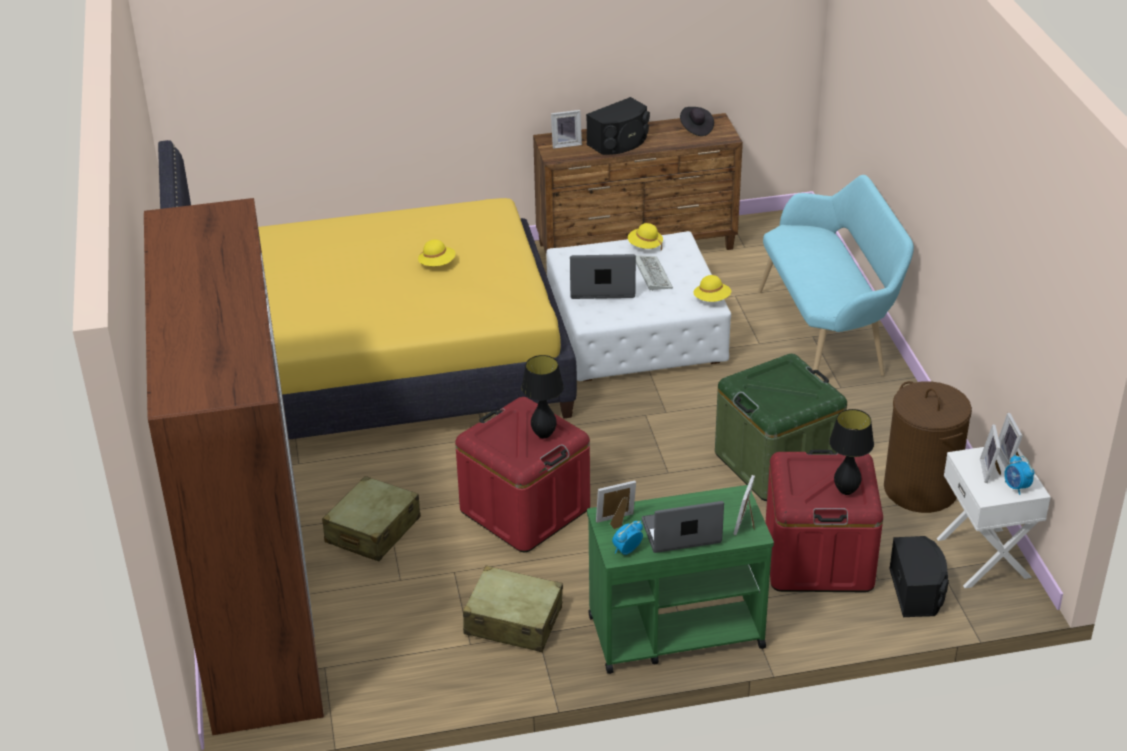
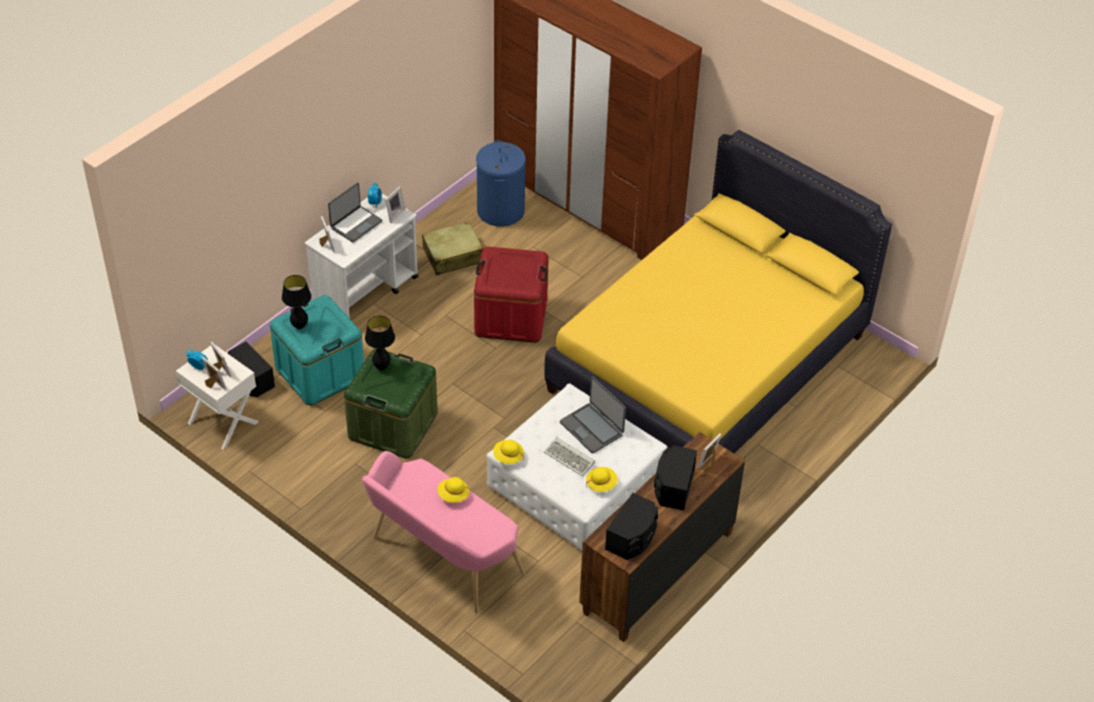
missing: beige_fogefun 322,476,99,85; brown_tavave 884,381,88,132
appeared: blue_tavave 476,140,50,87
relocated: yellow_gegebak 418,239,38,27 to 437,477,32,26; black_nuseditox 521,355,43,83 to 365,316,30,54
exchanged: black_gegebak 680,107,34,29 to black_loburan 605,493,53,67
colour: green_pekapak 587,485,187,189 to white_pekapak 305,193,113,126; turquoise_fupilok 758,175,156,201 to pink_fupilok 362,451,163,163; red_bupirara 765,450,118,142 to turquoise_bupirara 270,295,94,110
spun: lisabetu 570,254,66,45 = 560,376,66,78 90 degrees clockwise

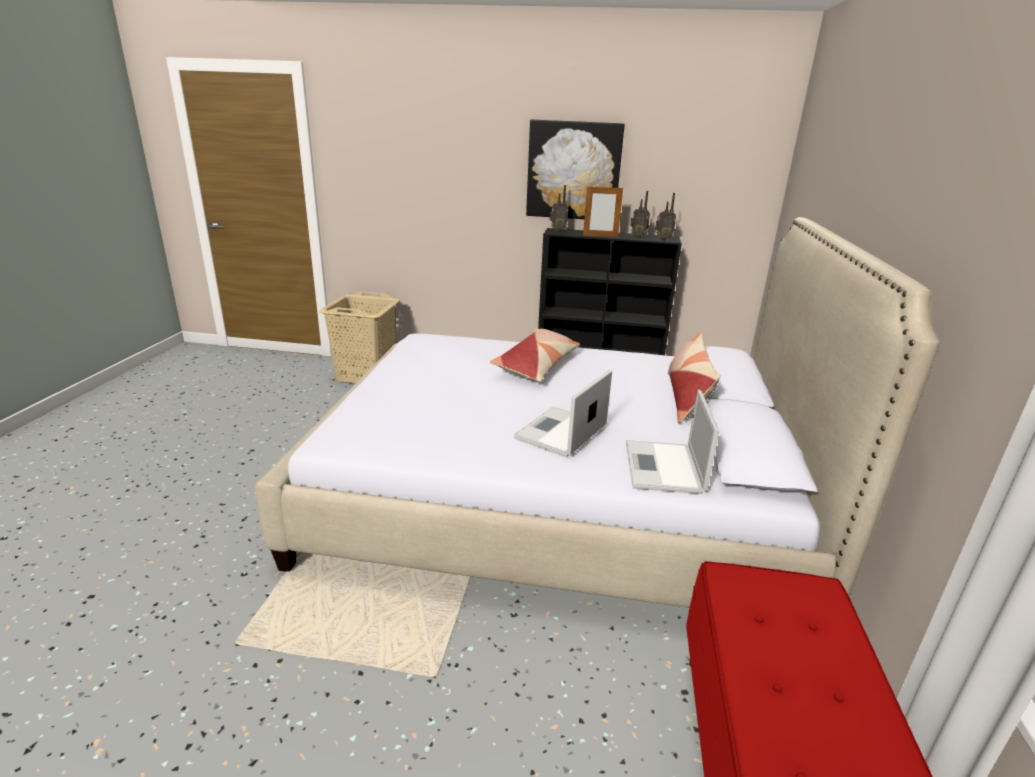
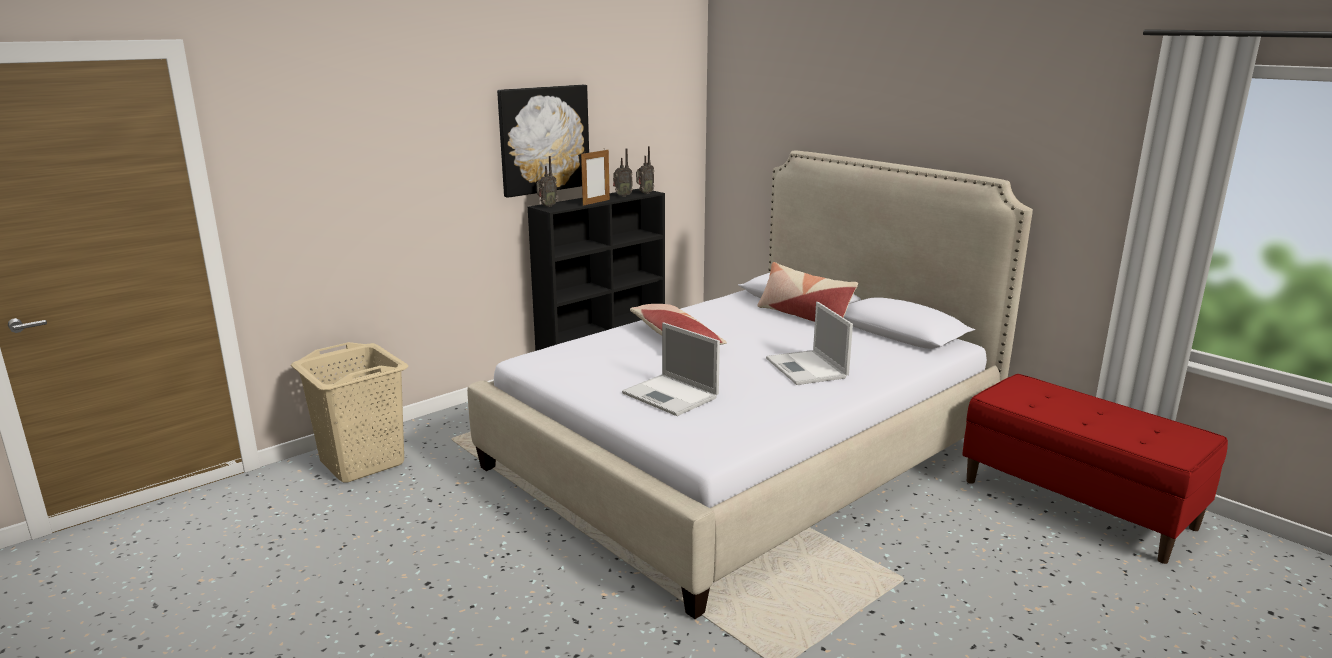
relocated: lisabetu 626,390,93,104 to 622,322,98,94

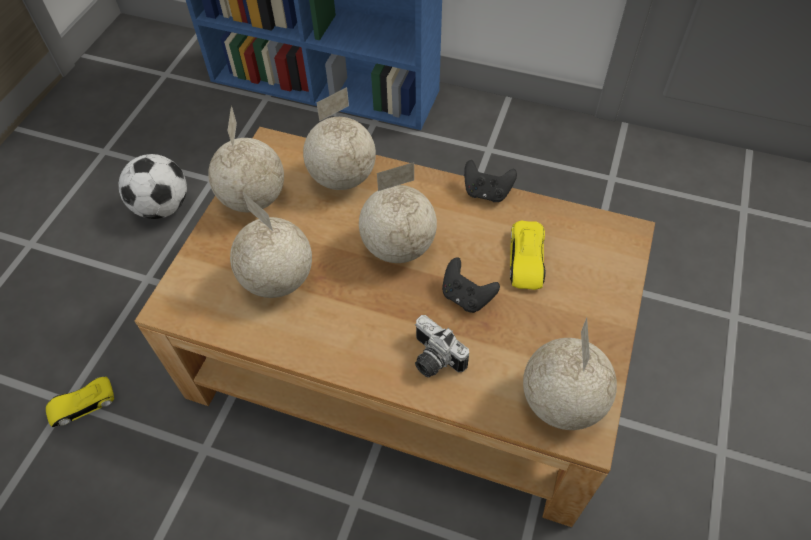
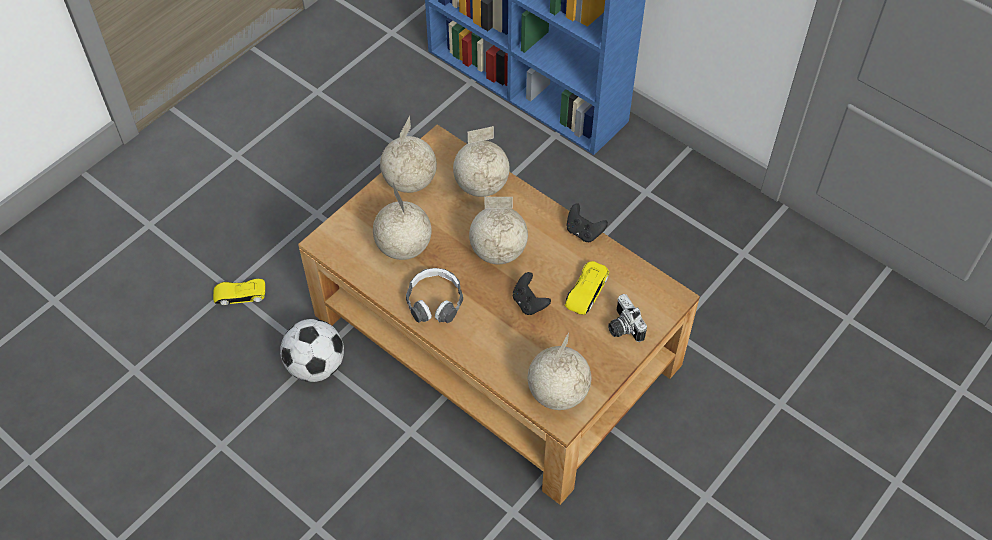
appeared: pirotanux 406,268,57,55
relocated: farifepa 119,154,68,65 to 280,319,64,63; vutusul 415,315,54,62 to 608,294,39,48

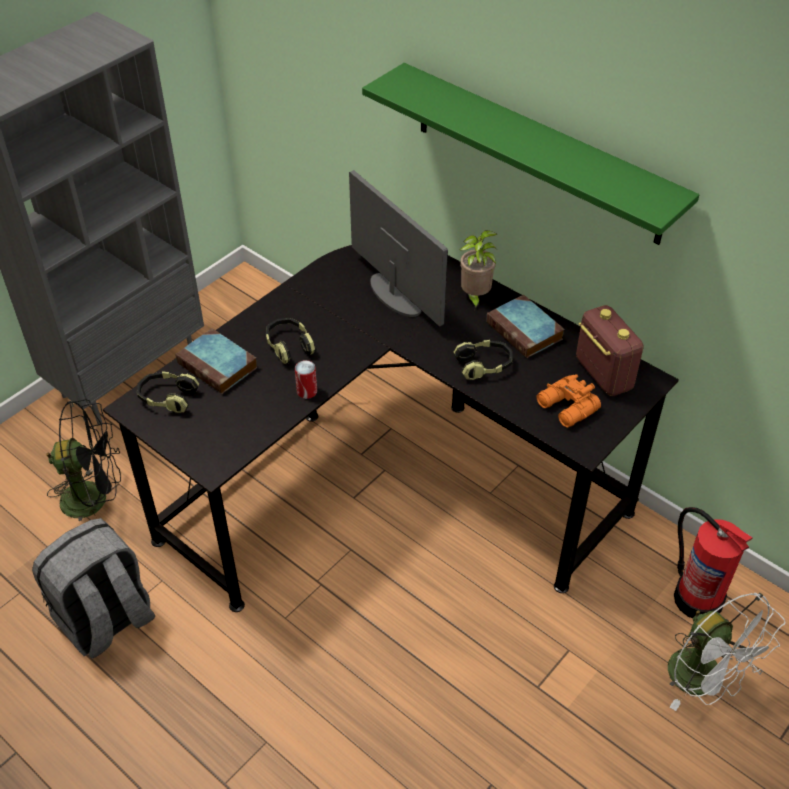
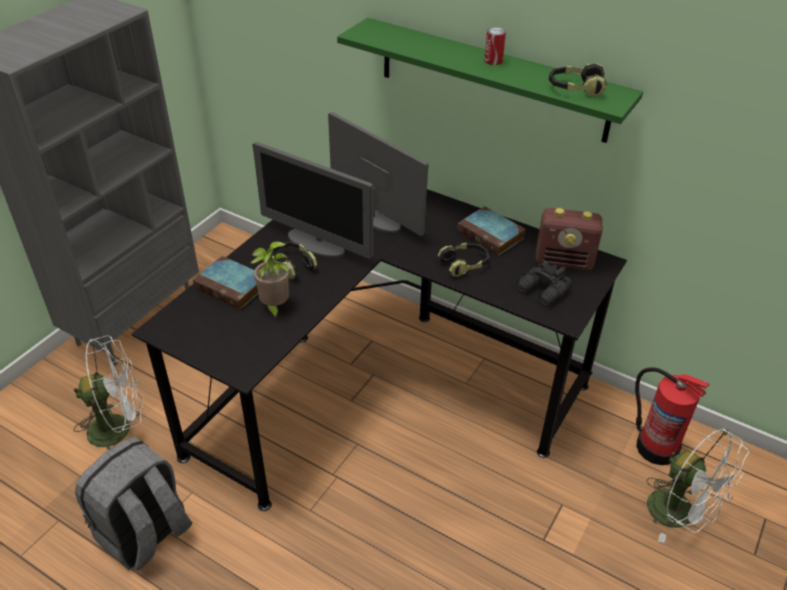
appeared: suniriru 253,142,120,117
relocated: pirotanux 136,371,63,42 to 549,62,58,35; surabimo 295,360,22,39 to 484,27,22,38; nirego 459,230,39,81 to 251,241,38,79
colour: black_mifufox 46,399,75,122 to white_mifufox 73,335,70,114; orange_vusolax 537,374,64,54 to black_vusolax 516,261,56,45
spun: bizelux 576,305,68,91 = 536,208,67,62 135 degrees clockwise

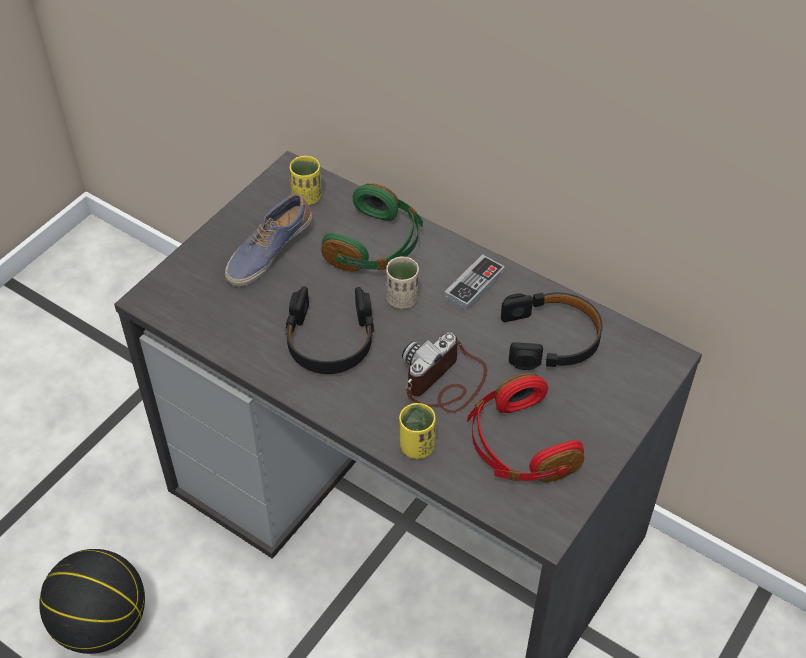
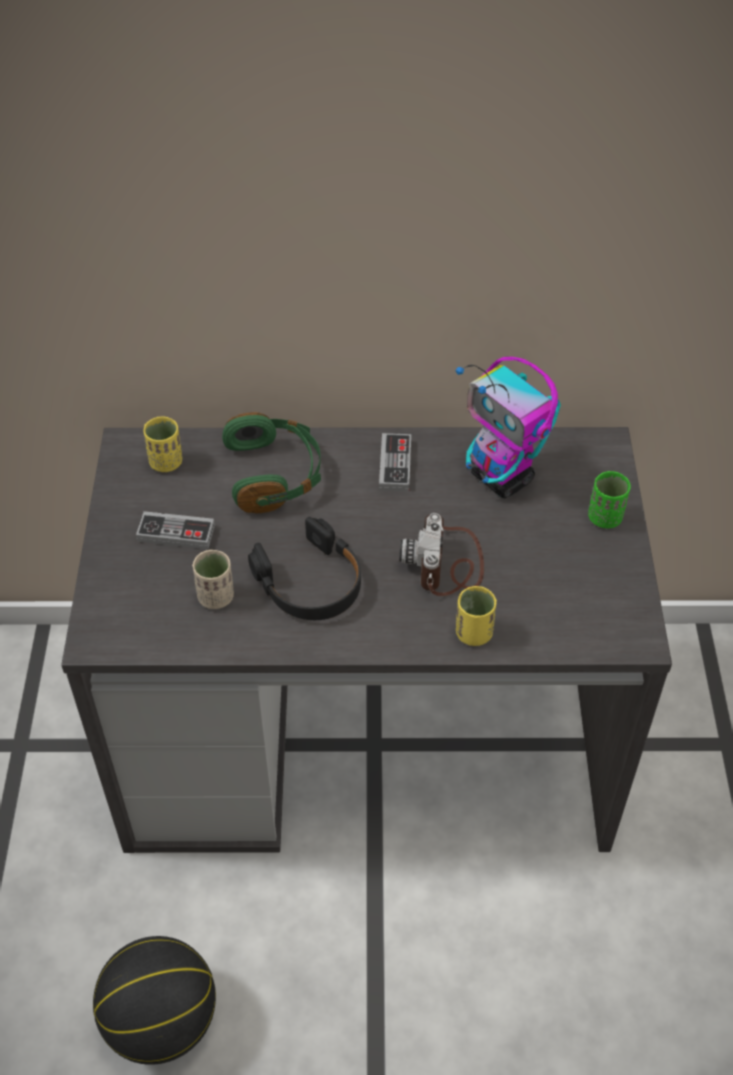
missing: red_pirotanux 467,373,117,109
appeared: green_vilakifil 588,471,43,58
relocated: beige_vilakifil 386,257,33,52 to 192,550,42,59
exchanged: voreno 225,193,87,94 to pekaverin 136,511,79,38; black_pirotanux 501,292,101,78 to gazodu 456,357,105,141

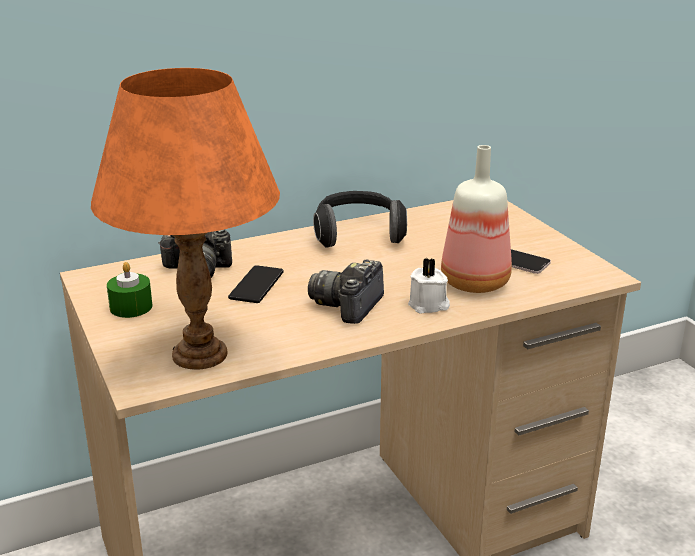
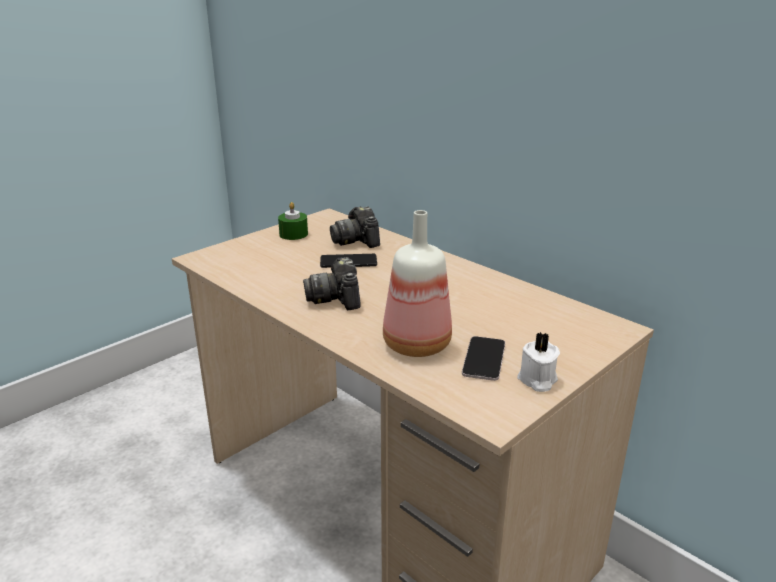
missing: orange_nuseditox 91,68,189,302; pirotanux 313,191,94,57
relocated: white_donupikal 408,258,42,56 to 517,332,43,60
spun: vutusul 308,260,76,64 = 303,257,58,53 105 degrees counterclockwise

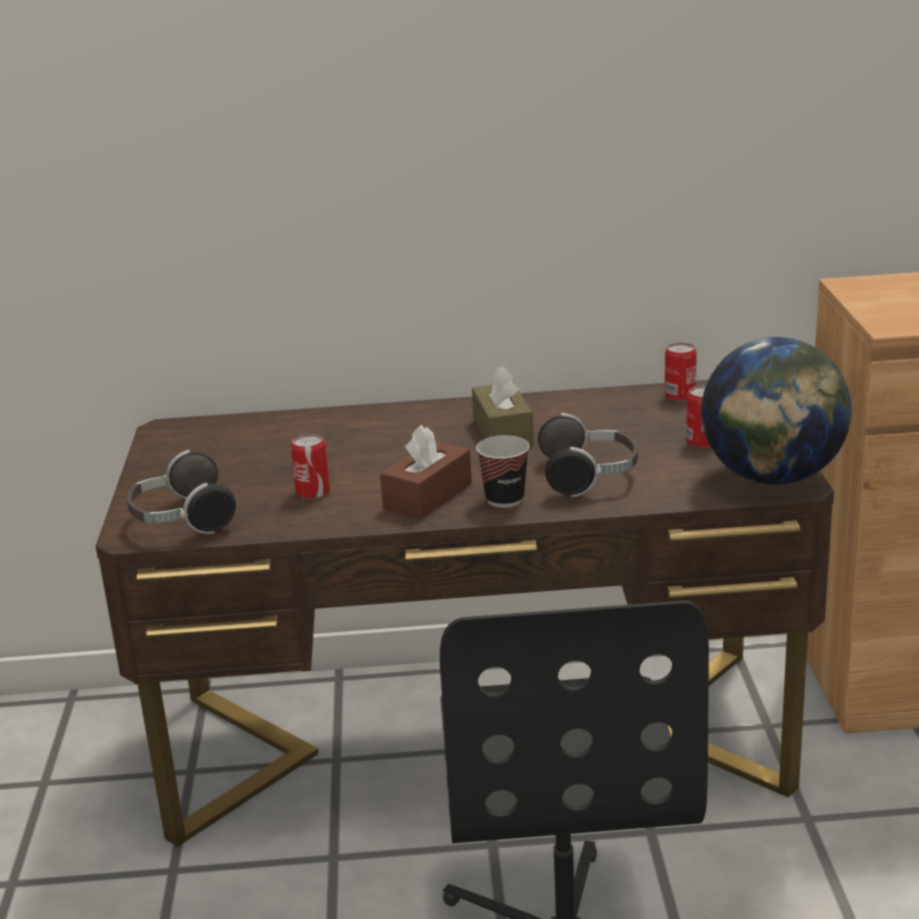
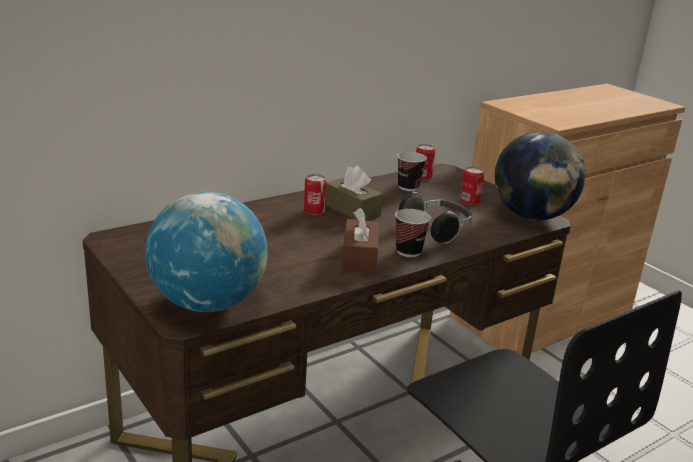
appeared: vilakifil 397,152,30,39
relocated: surabimo 290,434,40,65 to 304,174,23,41
exchanged: pirotanux 127,450,109,84 to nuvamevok 145,192,123,120

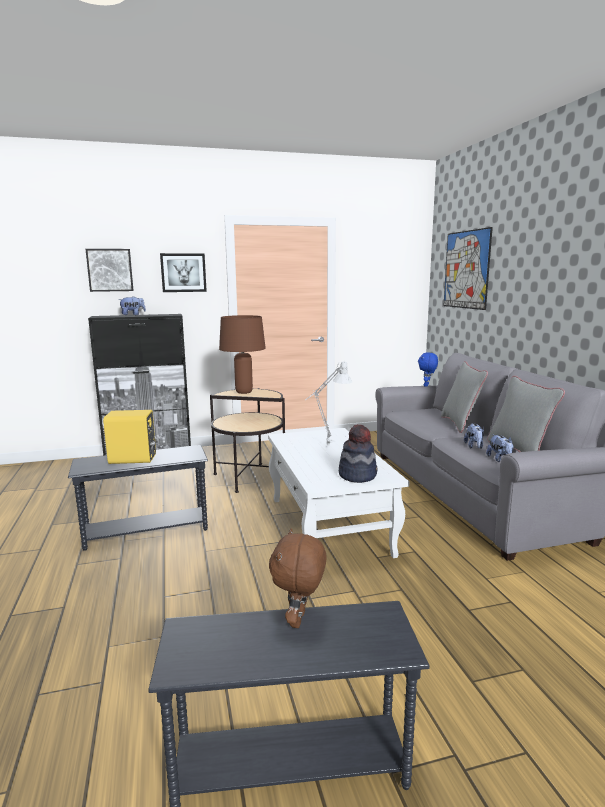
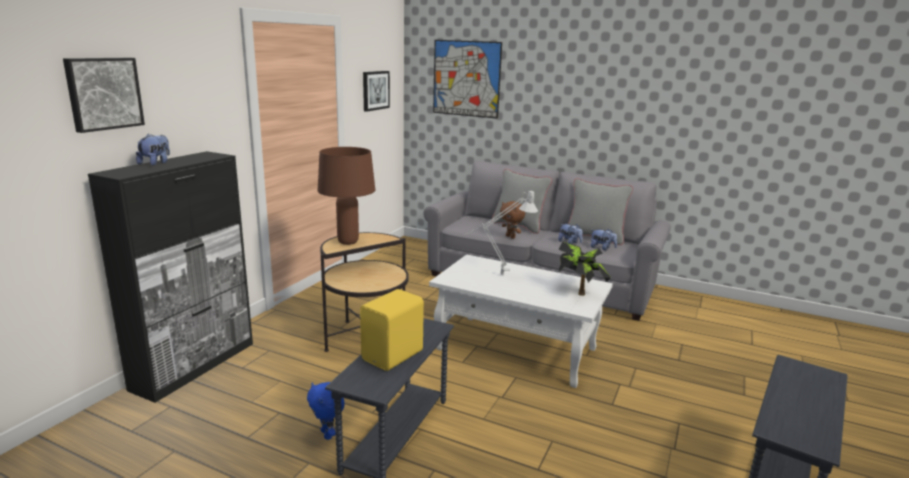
relocated: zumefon 160,253,47,39 to 363,71,27,41; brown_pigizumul 269,528,58,100 to 500,201,25,38; blue_pigizumul 418,352,20,35 to 307,382,38,58
exchanged: gegebak 339,424,38,59 to nirego 558,241,53,55

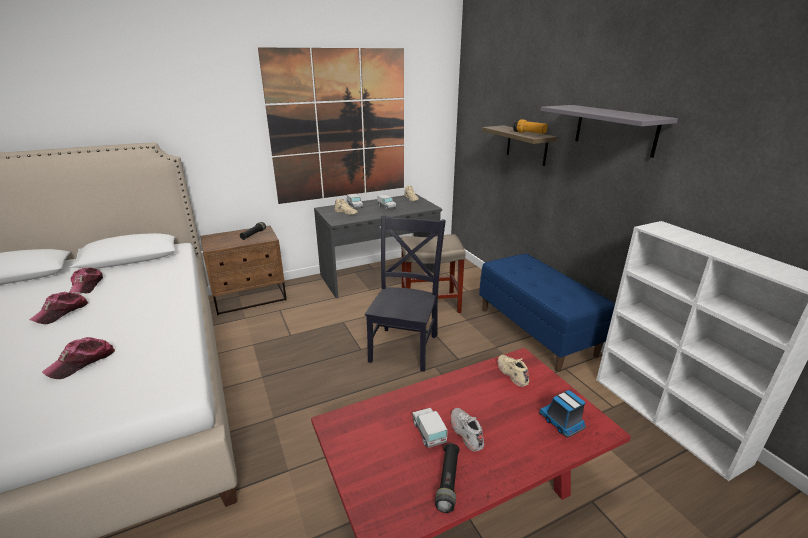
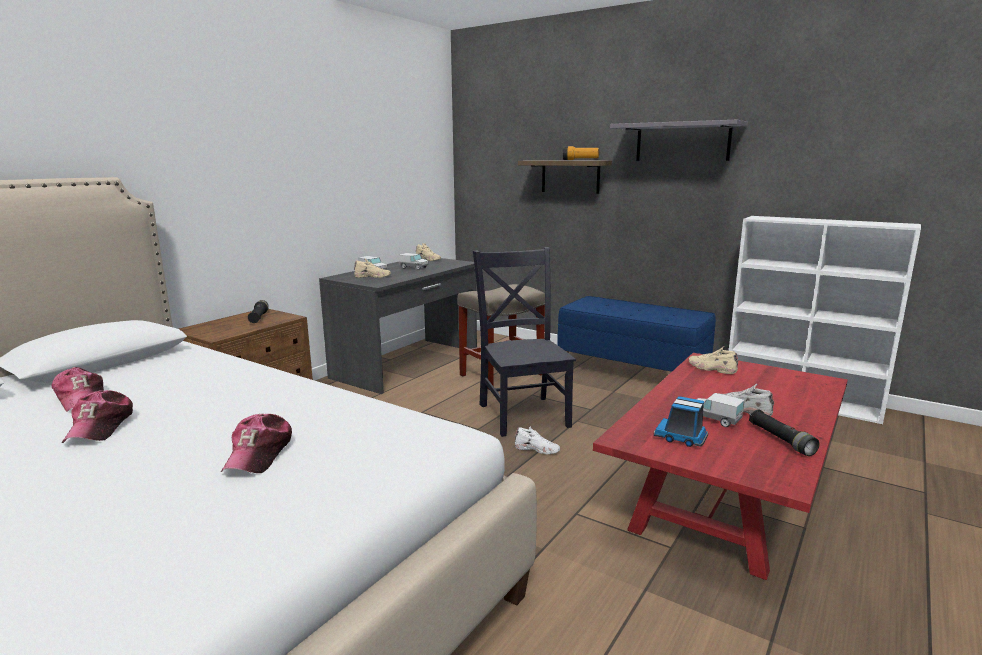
missing: zumefon 258,48,146,156
appeared: white_voreno 515,426,45,28
relocated: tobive 539,390,47,48 to 654,396,54,51

